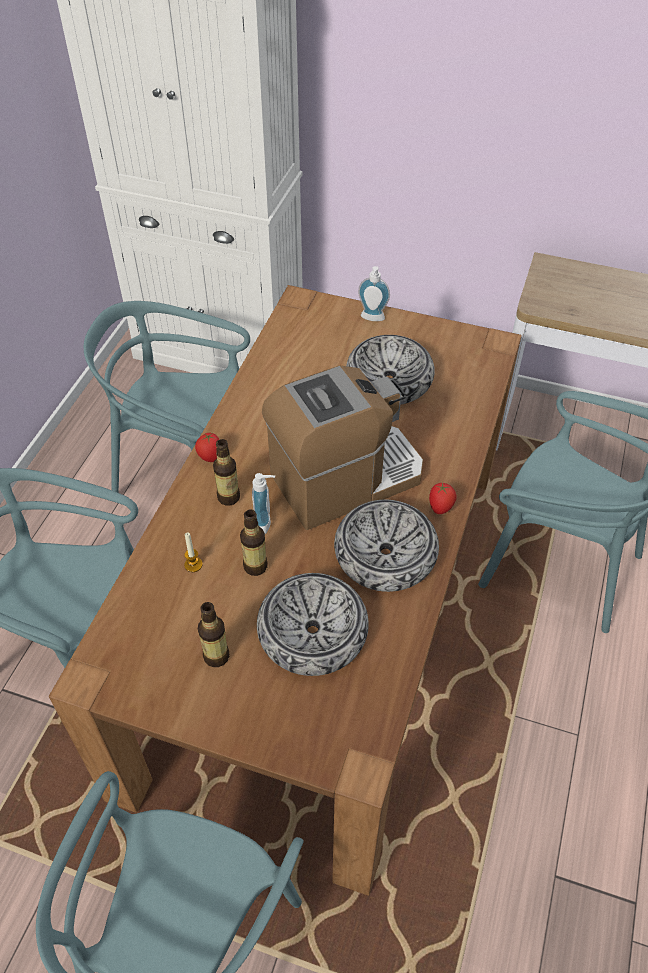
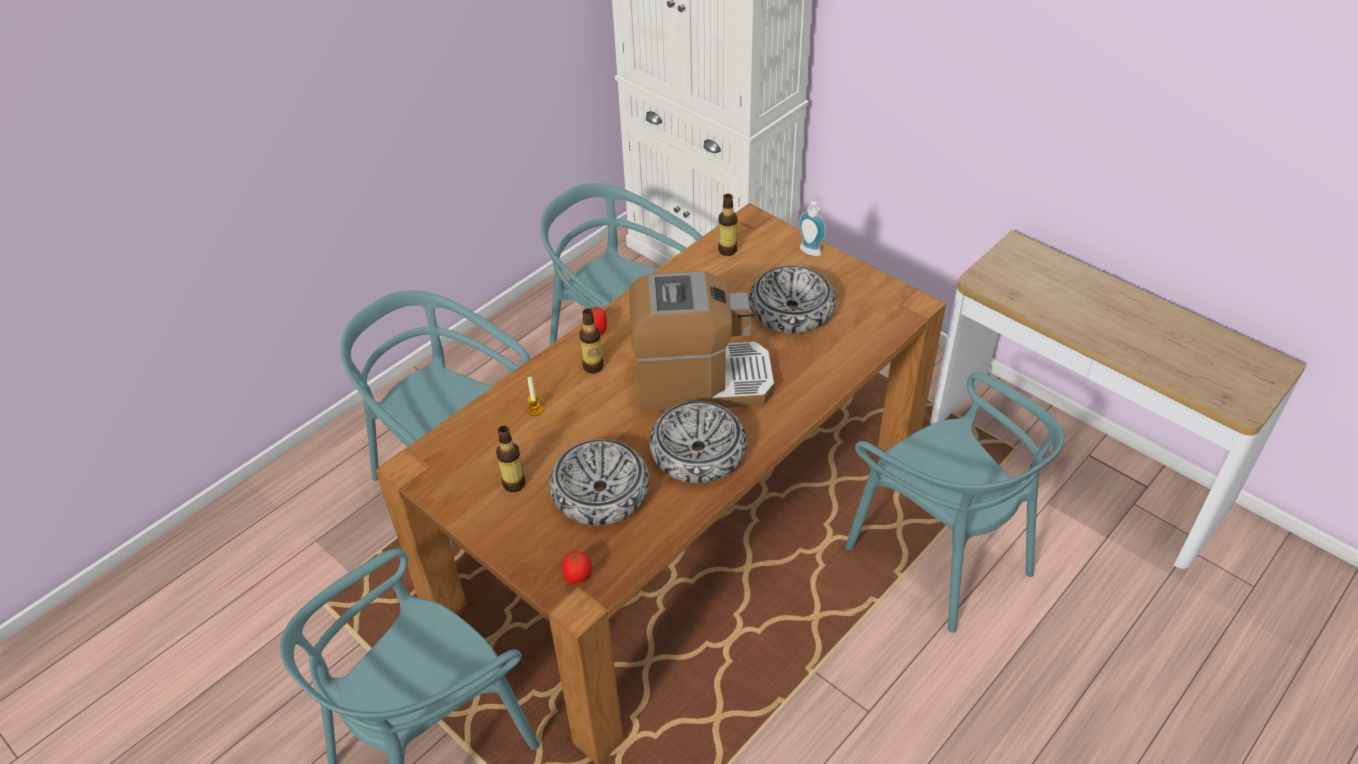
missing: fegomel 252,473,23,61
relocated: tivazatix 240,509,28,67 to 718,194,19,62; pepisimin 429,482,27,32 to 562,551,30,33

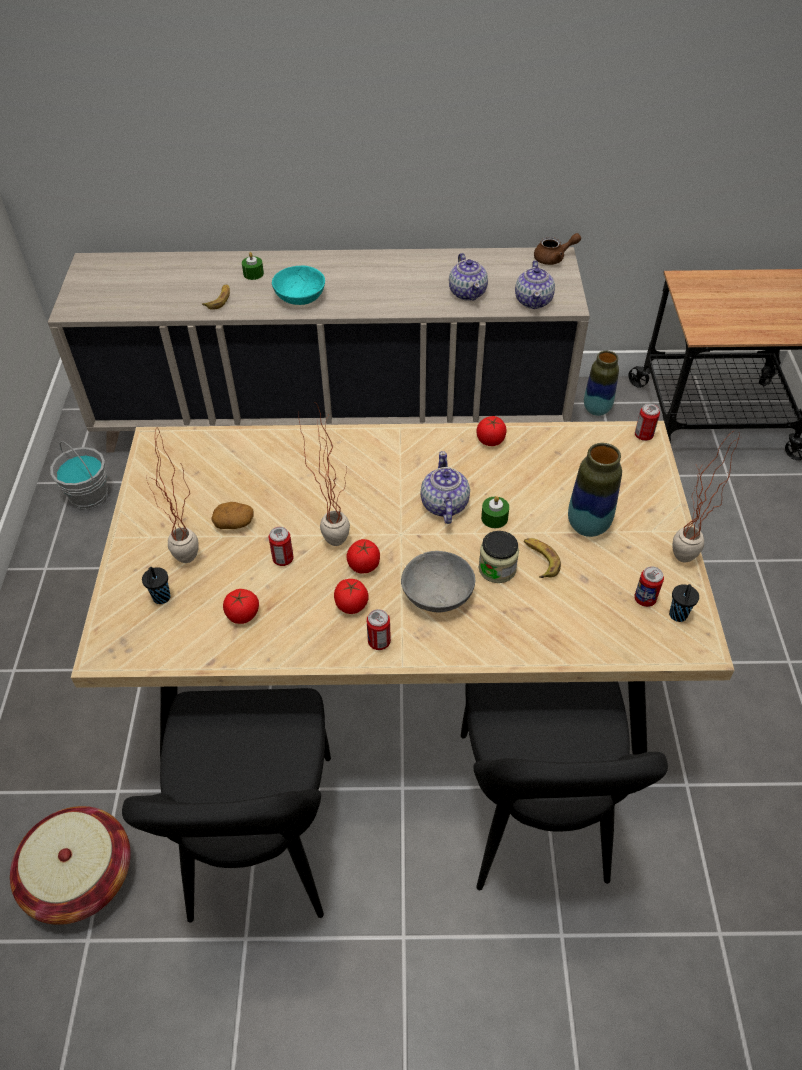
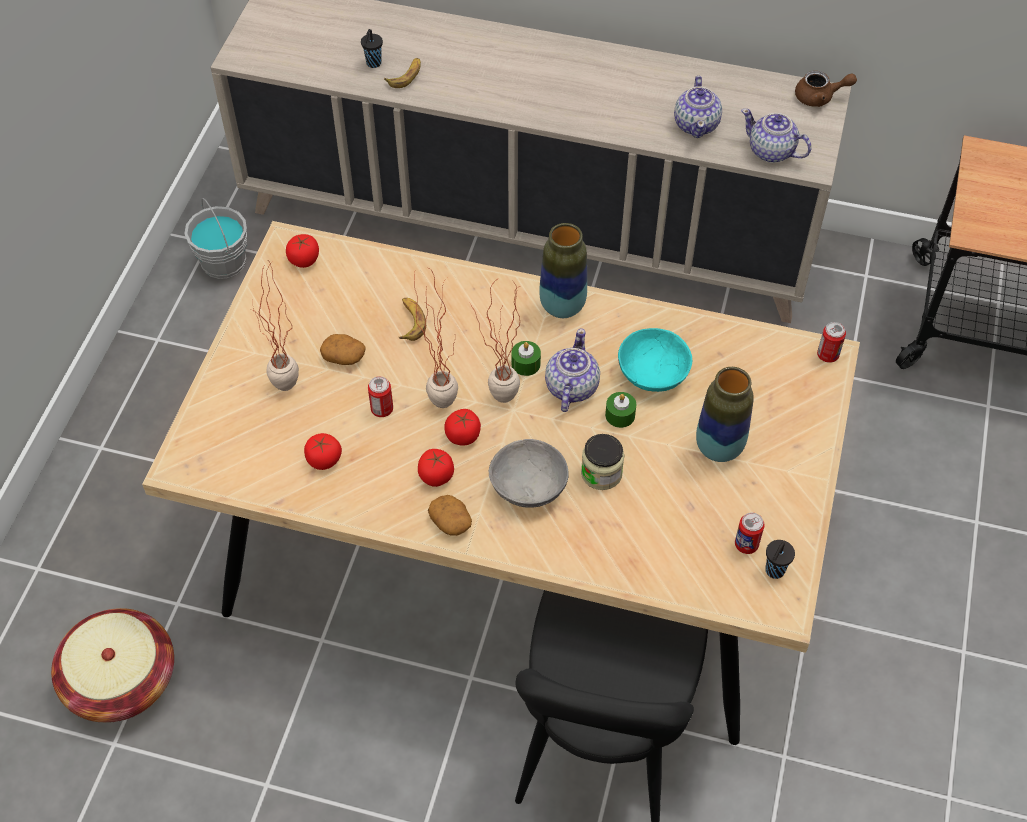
missing: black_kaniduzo 122,688,209,235
relocated: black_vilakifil 142,567,29,37 to 361,29,22,39; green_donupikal 242,252,22,28 to 512,341,29,35; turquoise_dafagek 272,266,53,39 to 618,328,74,64; pepisimin 476,416,31,30 to 286,234,33,34; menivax 524,538,37,40 to 399,298,27,43; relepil 584,351,35,65 to 539,223,48,95; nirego 672,430,70,132 to 472,278,48,125
exchanged: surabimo 367,609,24,41 to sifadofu 428,495,44,41
spun: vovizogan 515,260,40,49 = 741,109,71,54 105 degrees clockwise

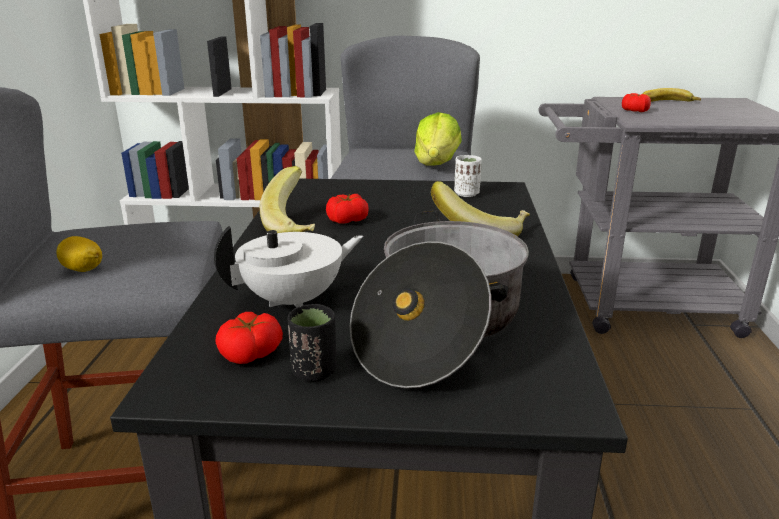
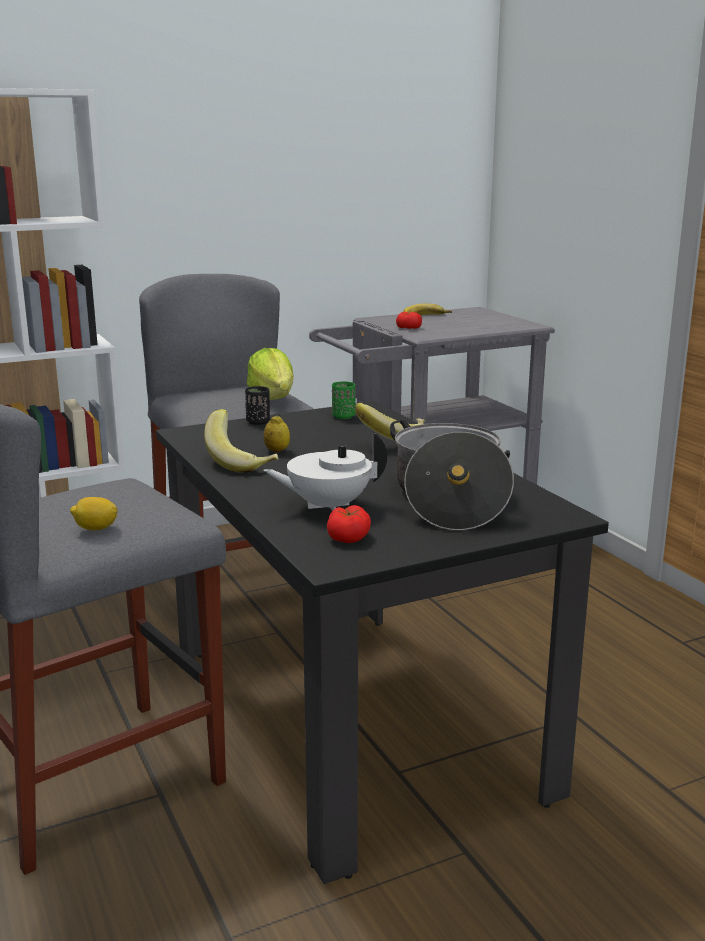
relocated: black_vilakifil 288,304,49,78 to 245,386,25,39
exchanged: pepisimin 326,194,43,30 to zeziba 264,415,26,37
colour: white_vilakifil 454,155,28,42 to green_vilakifil 332,381,23,38
spun: white_vovizogan 214,226,149,82 = 263,432,124,79 135 degrees counterclockwise

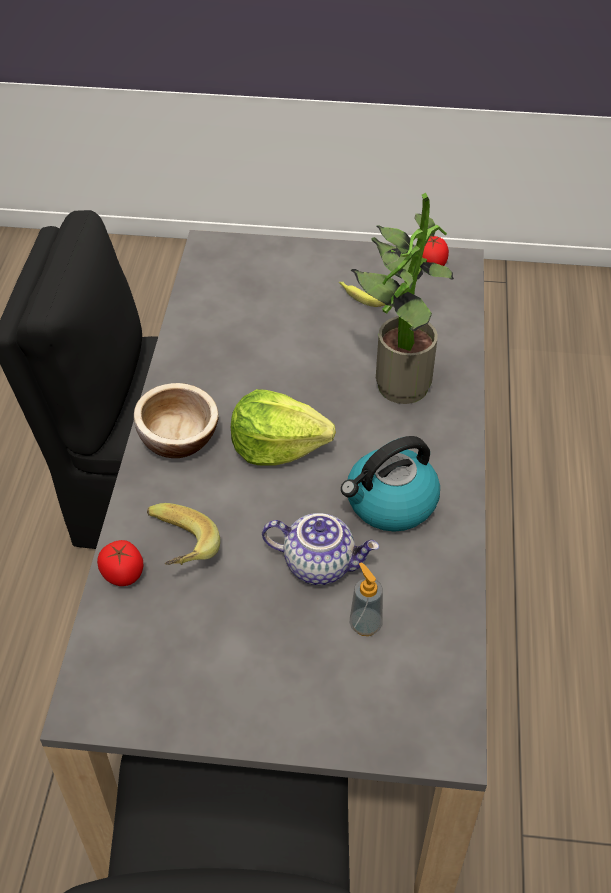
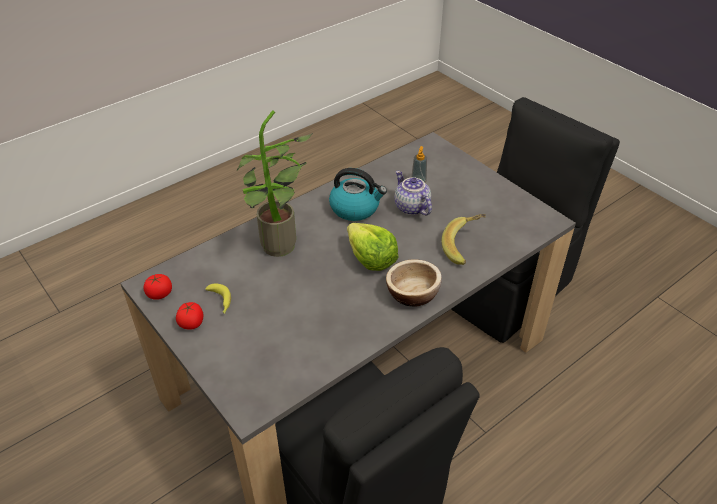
relocated: pepisimin 97,540,46,46 to 176,302,27,27

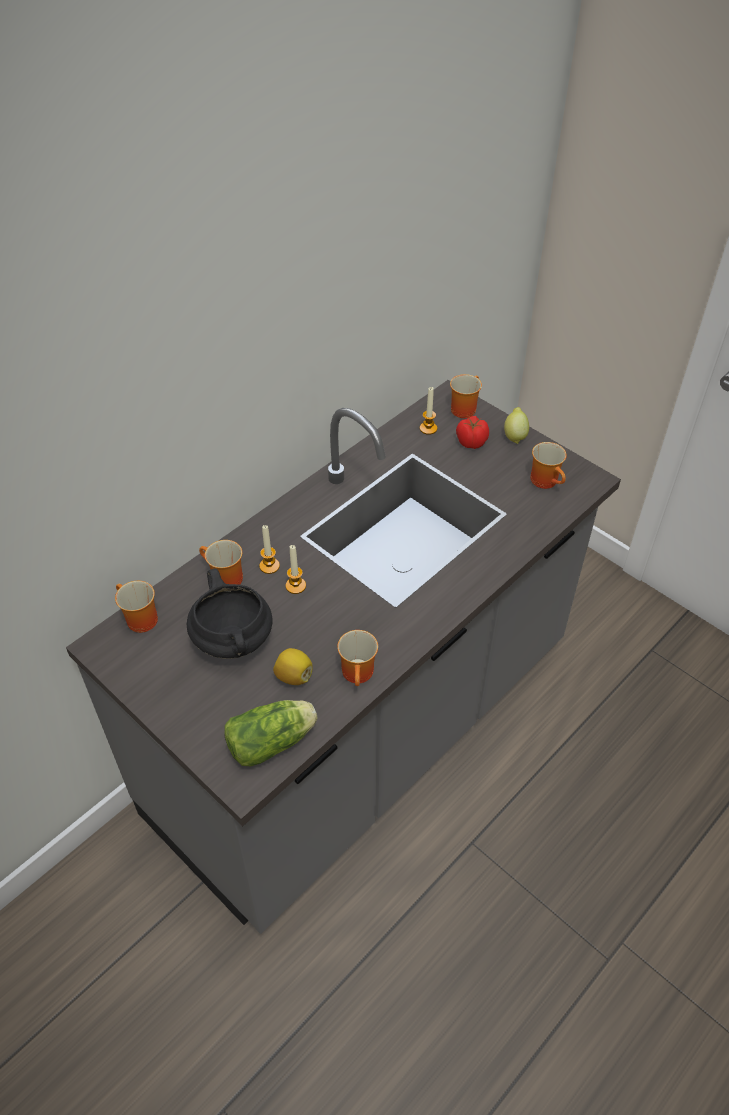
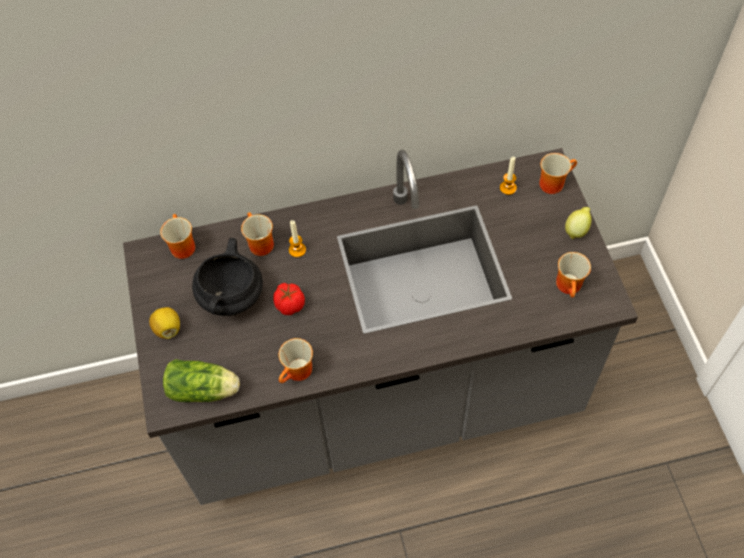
missing: donupikal 286,545,20,49
relocated: zeziba 273,648,40,37 to 149,307,31,32; pepisimin 456,416,33,33 to 273,283,32,32

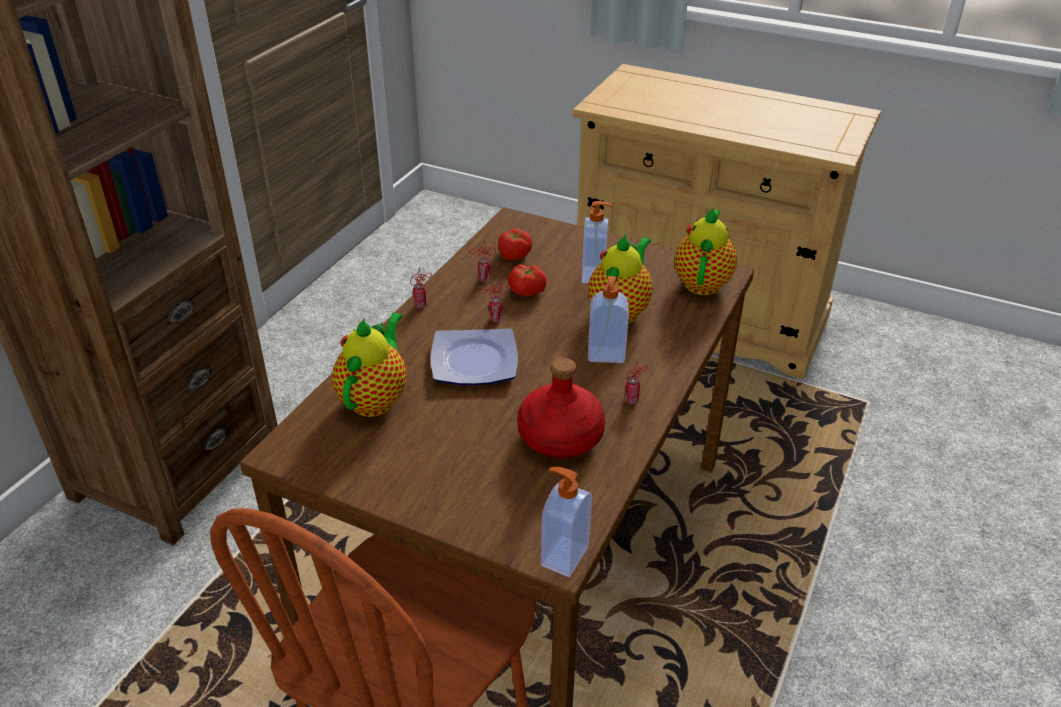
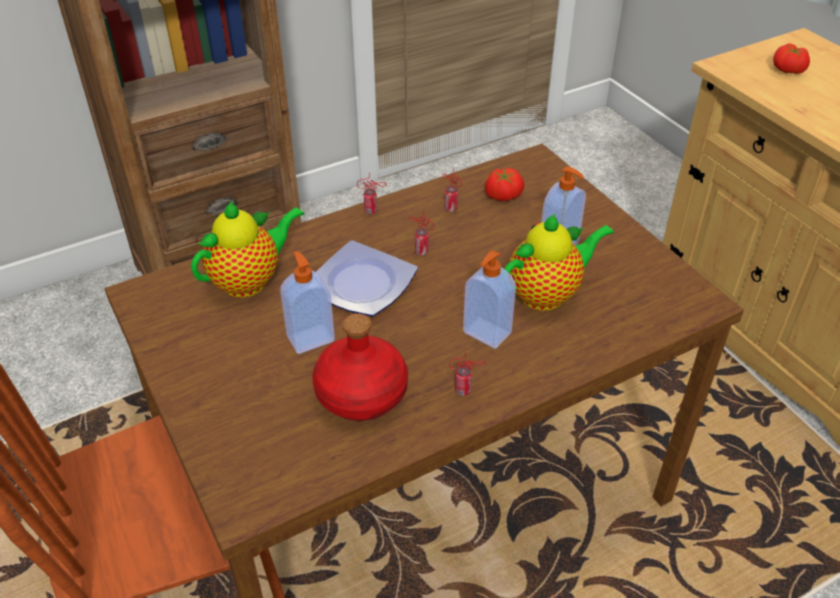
missing: vovizogan 675,207,62,88
relocated: pepisimin 508,264,39,32 to 773,44,37,30; fegomel 541,467,51,110 to 280,251,55,103

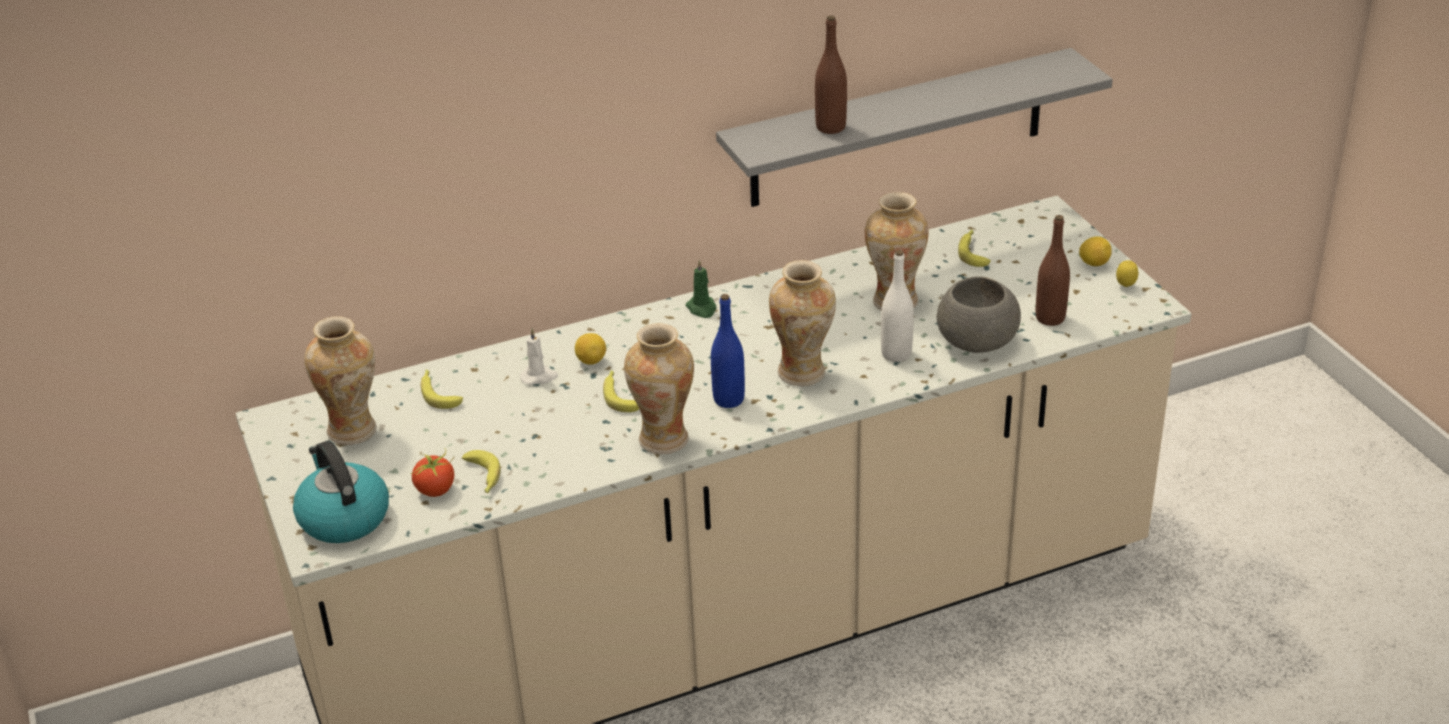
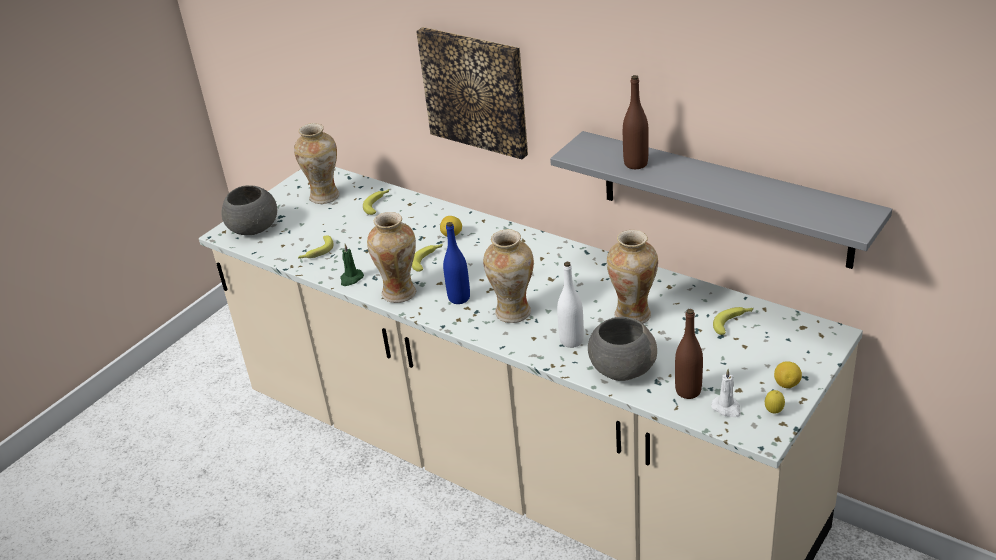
missing: pepisimin 410,448,45,49
appeared: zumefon 416,27,112,132
relocated: white_donupikal 520,328,38,57 to 711,369,30,48; green_donupikal 685,260,32,58 to 340,244,24,42
exchanged: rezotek 293,440,96,103 to grey_dafagek 222,185,55,50

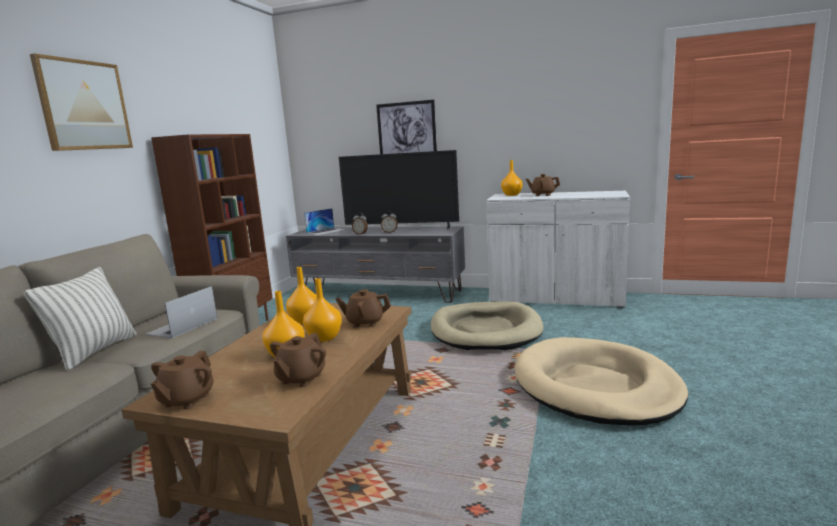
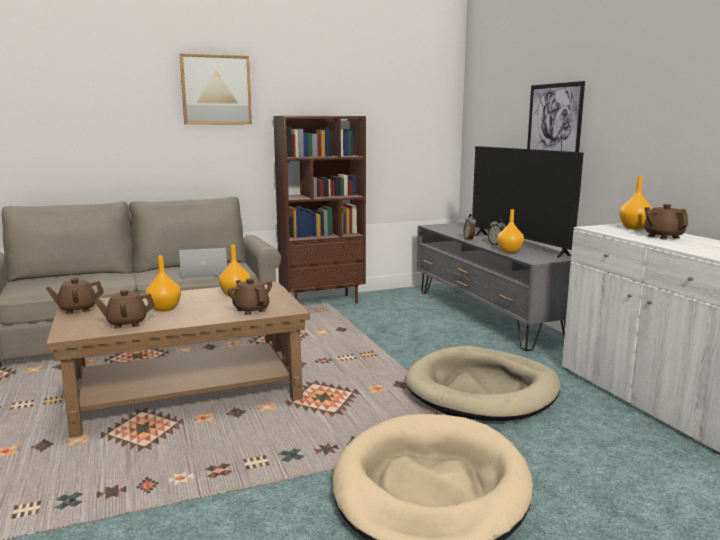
missing: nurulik 23,267,114,104; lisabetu 304,208,41,27
relocated: orange_relepil 303,278,39,64 to 497,209,27,44

